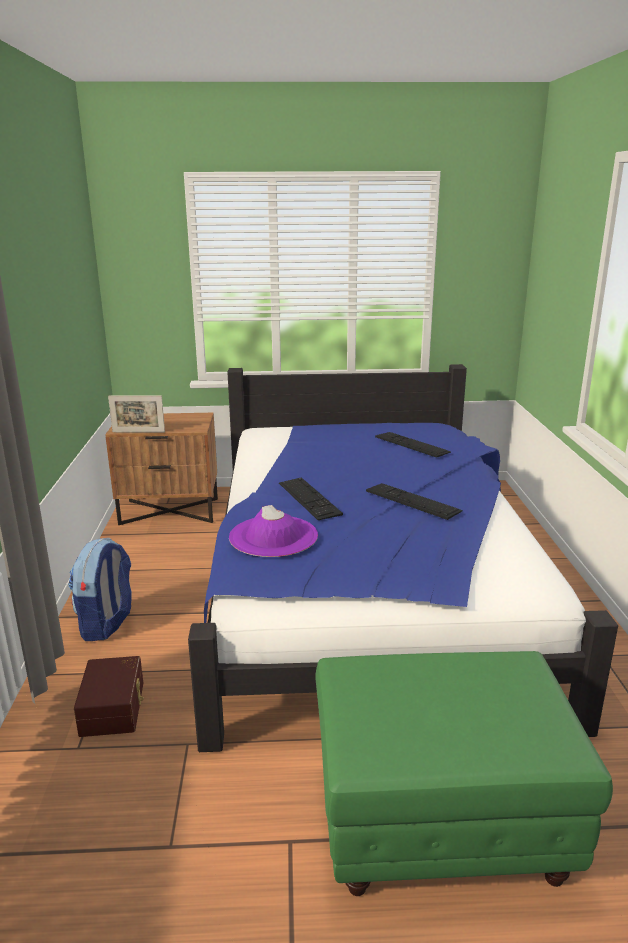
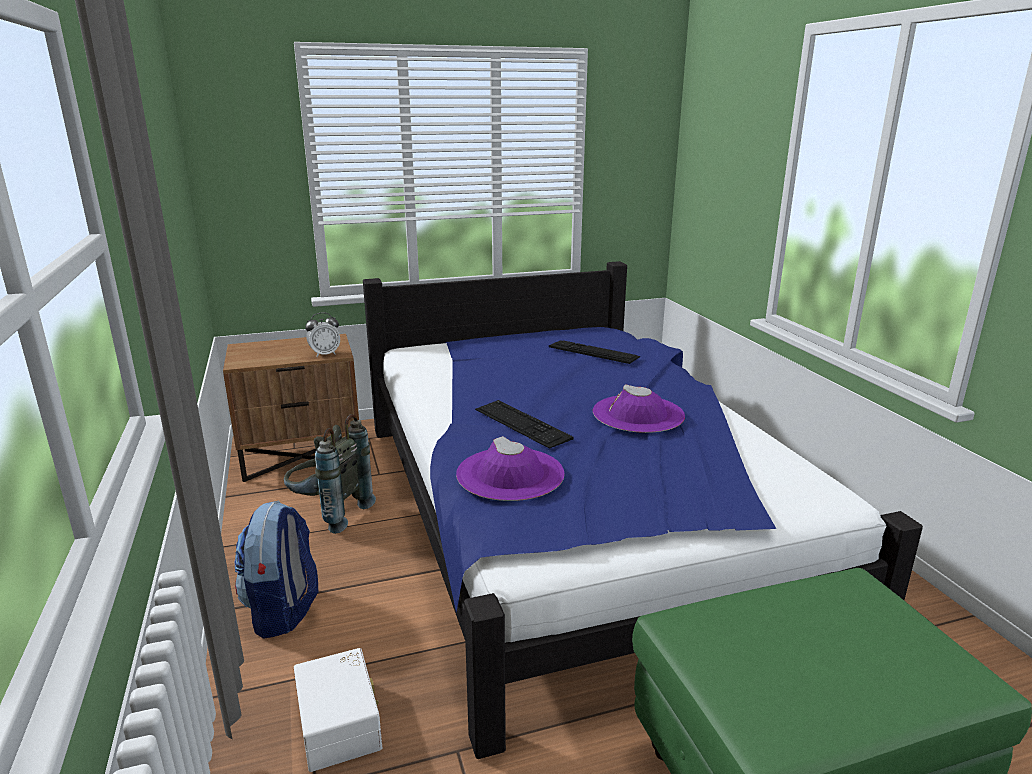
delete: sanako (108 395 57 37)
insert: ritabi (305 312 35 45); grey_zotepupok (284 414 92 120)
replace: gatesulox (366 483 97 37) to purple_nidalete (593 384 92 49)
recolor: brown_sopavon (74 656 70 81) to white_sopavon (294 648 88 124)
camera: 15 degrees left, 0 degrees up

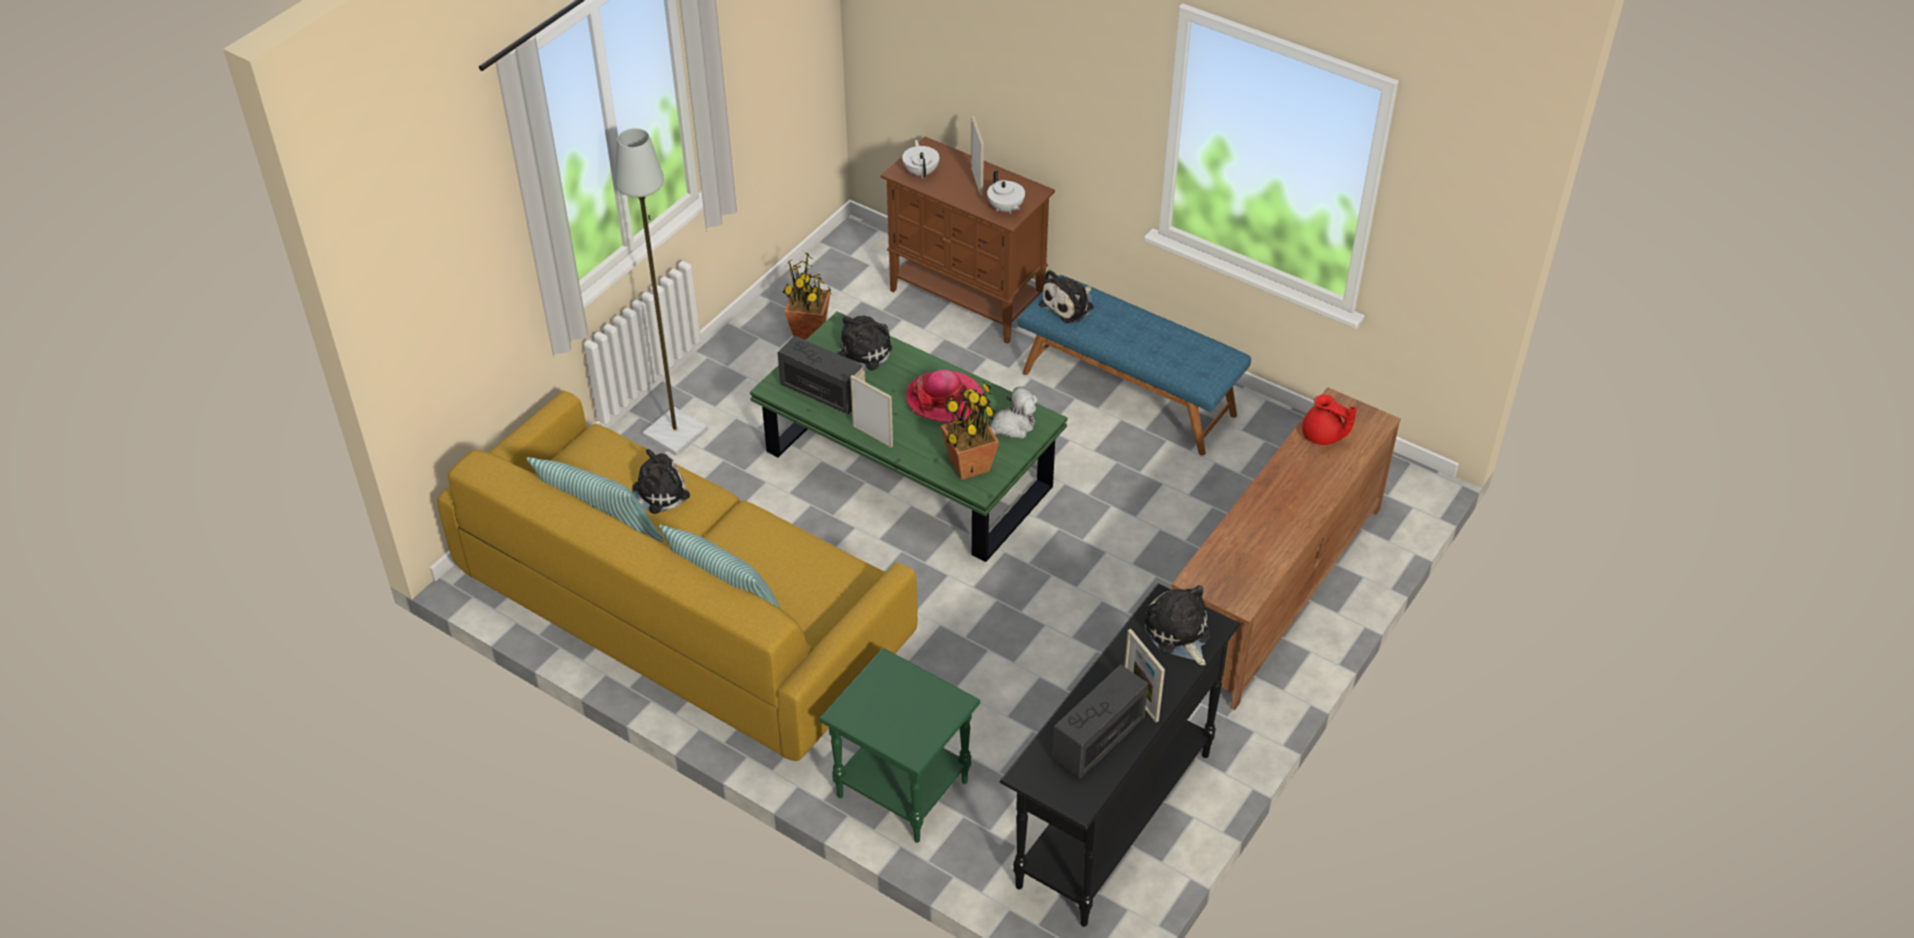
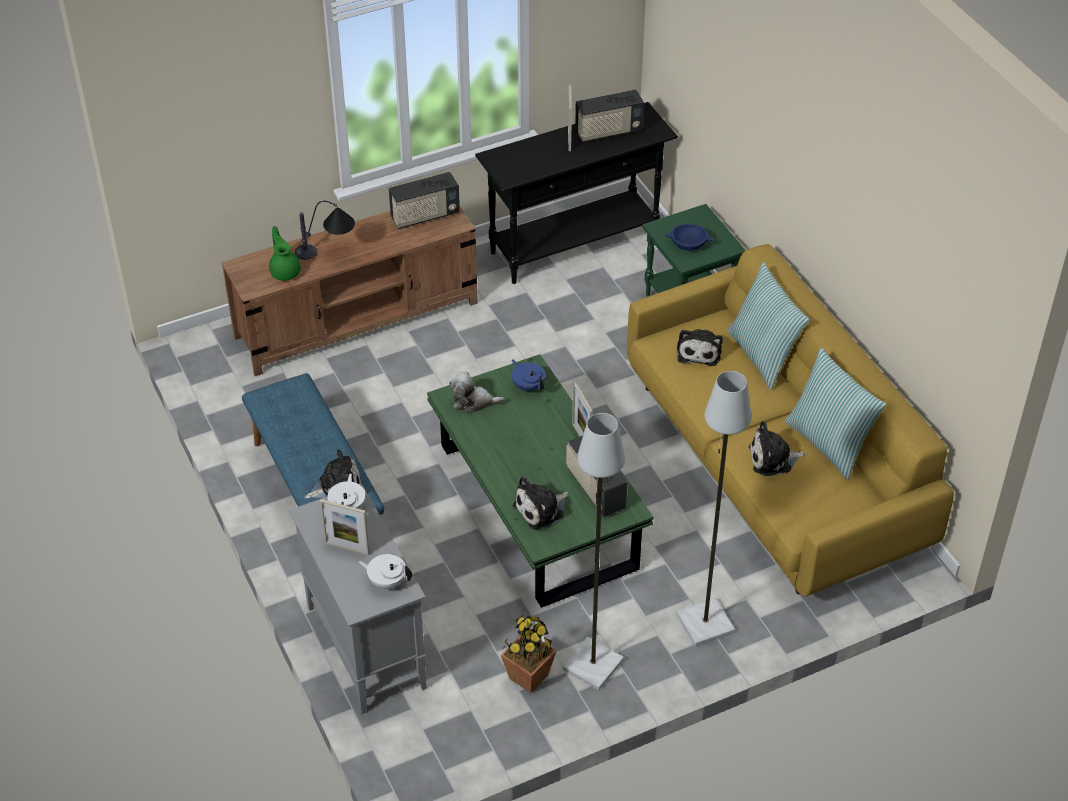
delete: nidalete (906 370 77 52)
insert: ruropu (389 172 71 57); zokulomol (295 201 60 59); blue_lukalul (664 224 51 27); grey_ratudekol (562 413 63 277)
move: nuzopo (1144 585 68 81) to (677 329 46 37)
replace: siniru (941 381 58 99) to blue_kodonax (512 359 33 32)
recolor: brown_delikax (881 137 174 207) to grey_delikax (289 484 138 230); red_kodonax (1302 395 55 50) to green_kodonax (269 226 32 55)
rotate: sanako (971 116 13 80) = (320 499 50 57) 90 degrees counterclockwise; white_kodonax (902 140 37 38) = (358 554 54 35) 90 degrees clockwise
camera: 150 degrees left, 0 degrees up

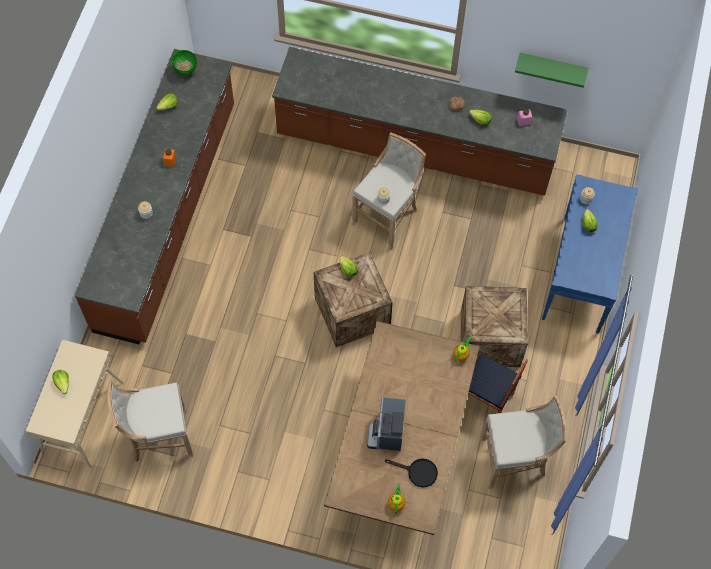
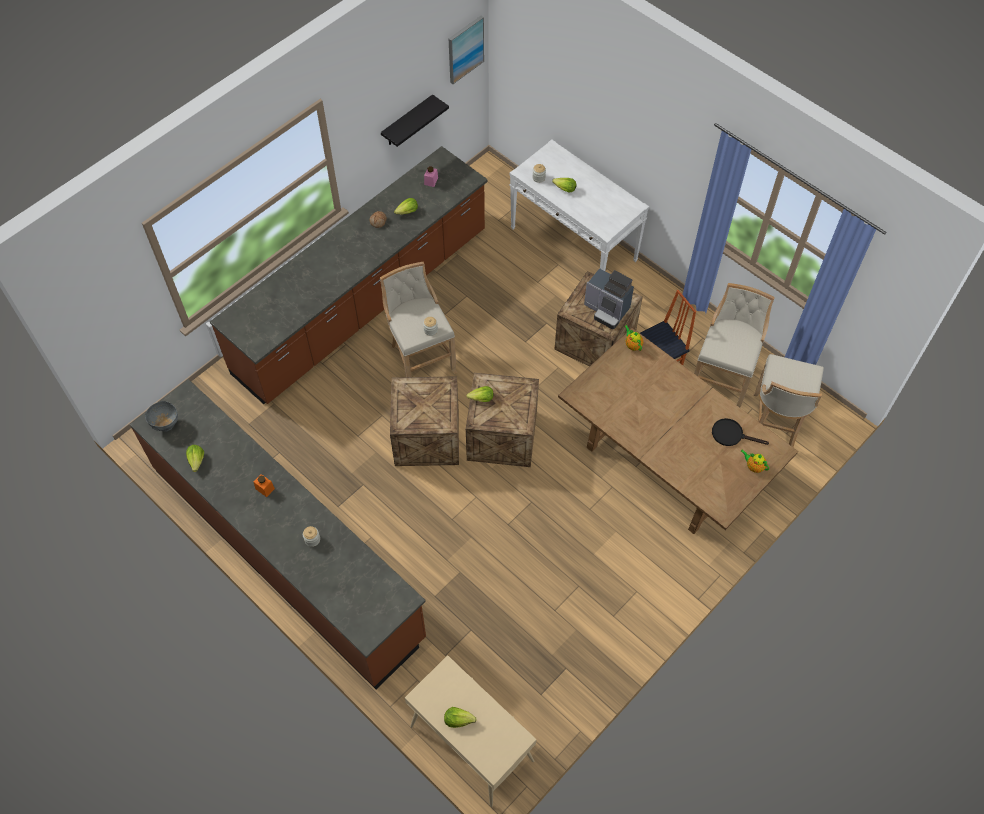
insert: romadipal (449 16 35 68); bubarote (390 376 69 90)
move: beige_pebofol (107 381 87 81) to (753 354 71 93); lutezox (367 396 39 55) to (584 268 50 61)
recolor: green_lukalul (172 50 25 26) to grey_lukalul (145 401 33 31); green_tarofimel (515 53 73 35) to black_tarofimel (381 94 68 53); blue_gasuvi (542 174 96 159) to white_gasuvi (509 139 140 132)
rotate: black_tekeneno (385 459 53 28) = (712 418 57 28) 120 degrees counterclockwise
camera: 60 degrees left, 5 degrees down

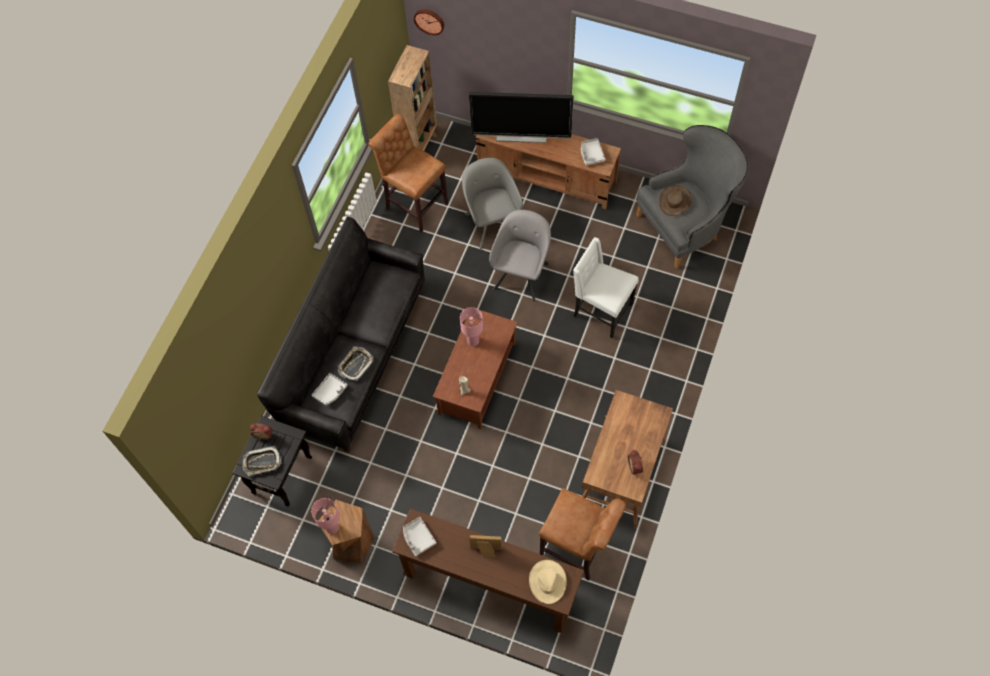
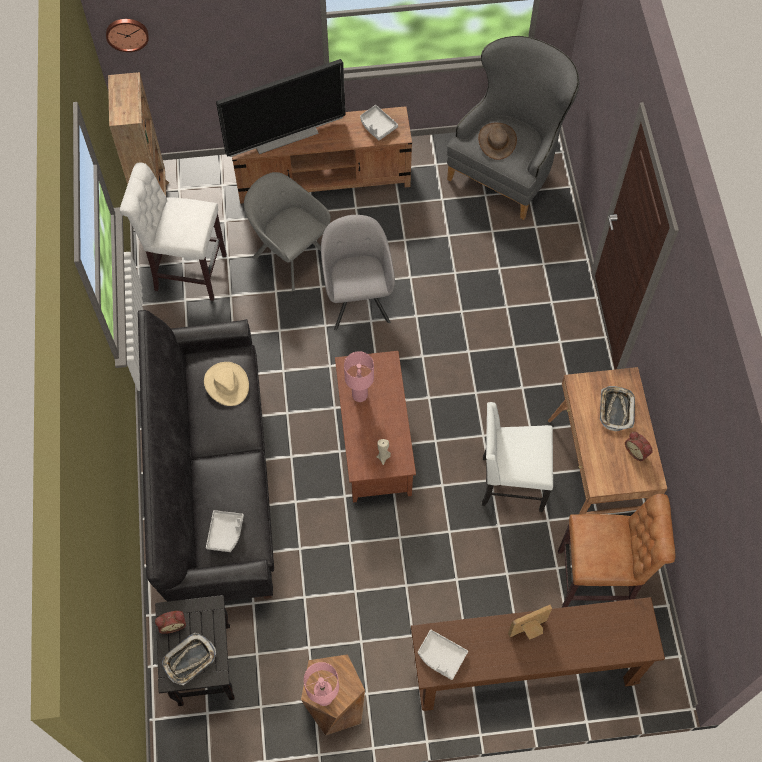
move: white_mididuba (573 237 66 101) to (482 402 71 110); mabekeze (338 347 36 34) to (600 386 35 45); beige_nidalete (529 560 38 44) to (204 362 45 44)
recolor: brown_pebofol (368 114 80 119) to white_pebofol (120 162 107 139)
camera: 30 degrees left, 0 degrees up

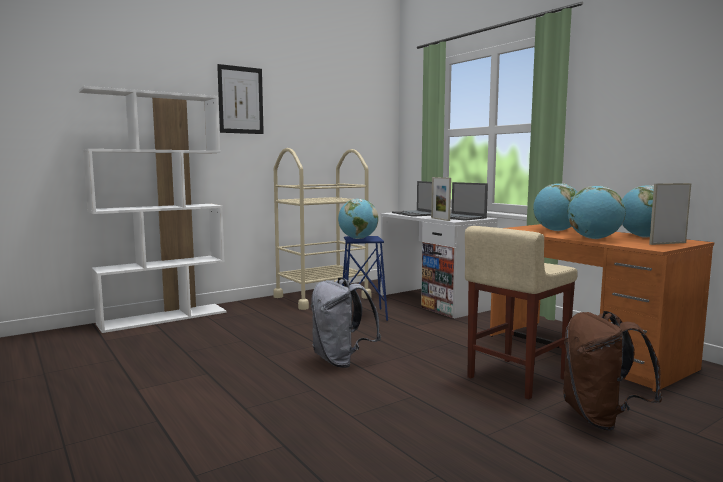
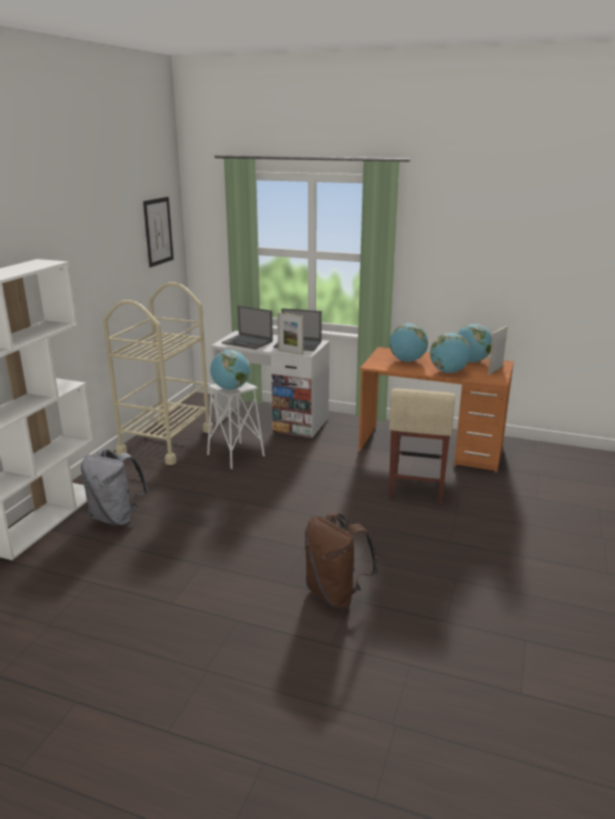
move: romadipal (217 64 47 70) to (143 197 31 70); grey_zotepupok (311 278 70 90) to (81 449 68 77); brown_zotepupok (562 311 101 120) to (305 512 74 97)
recolor: blue_pebofol (342 236 46 85) to white_pebofol (207 382 58 87)
camera: 35 degrees left, 15 degrees up

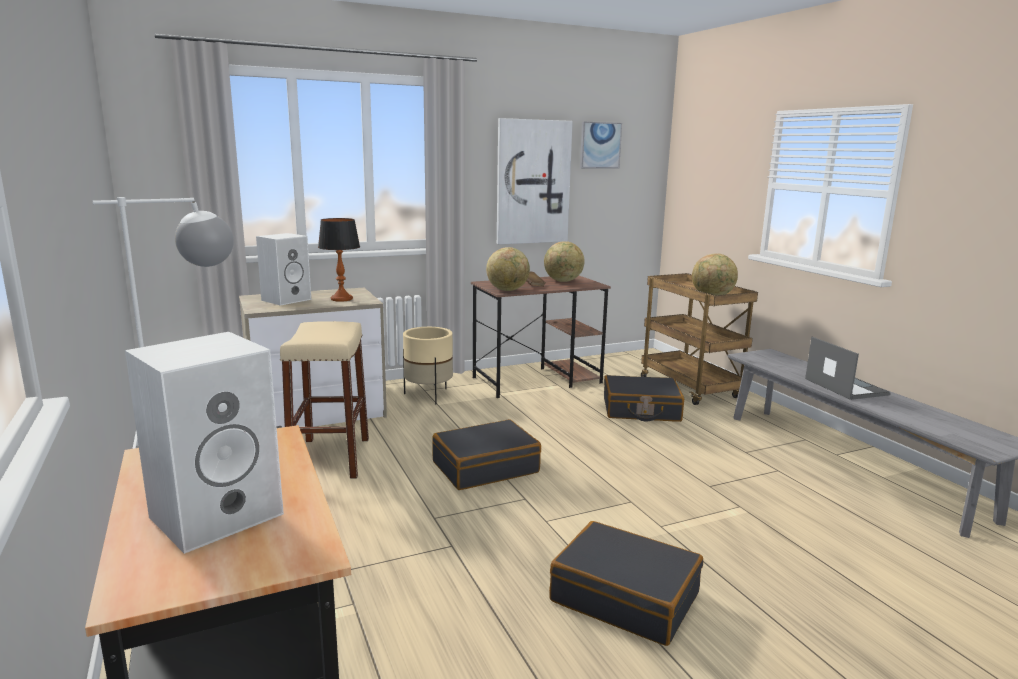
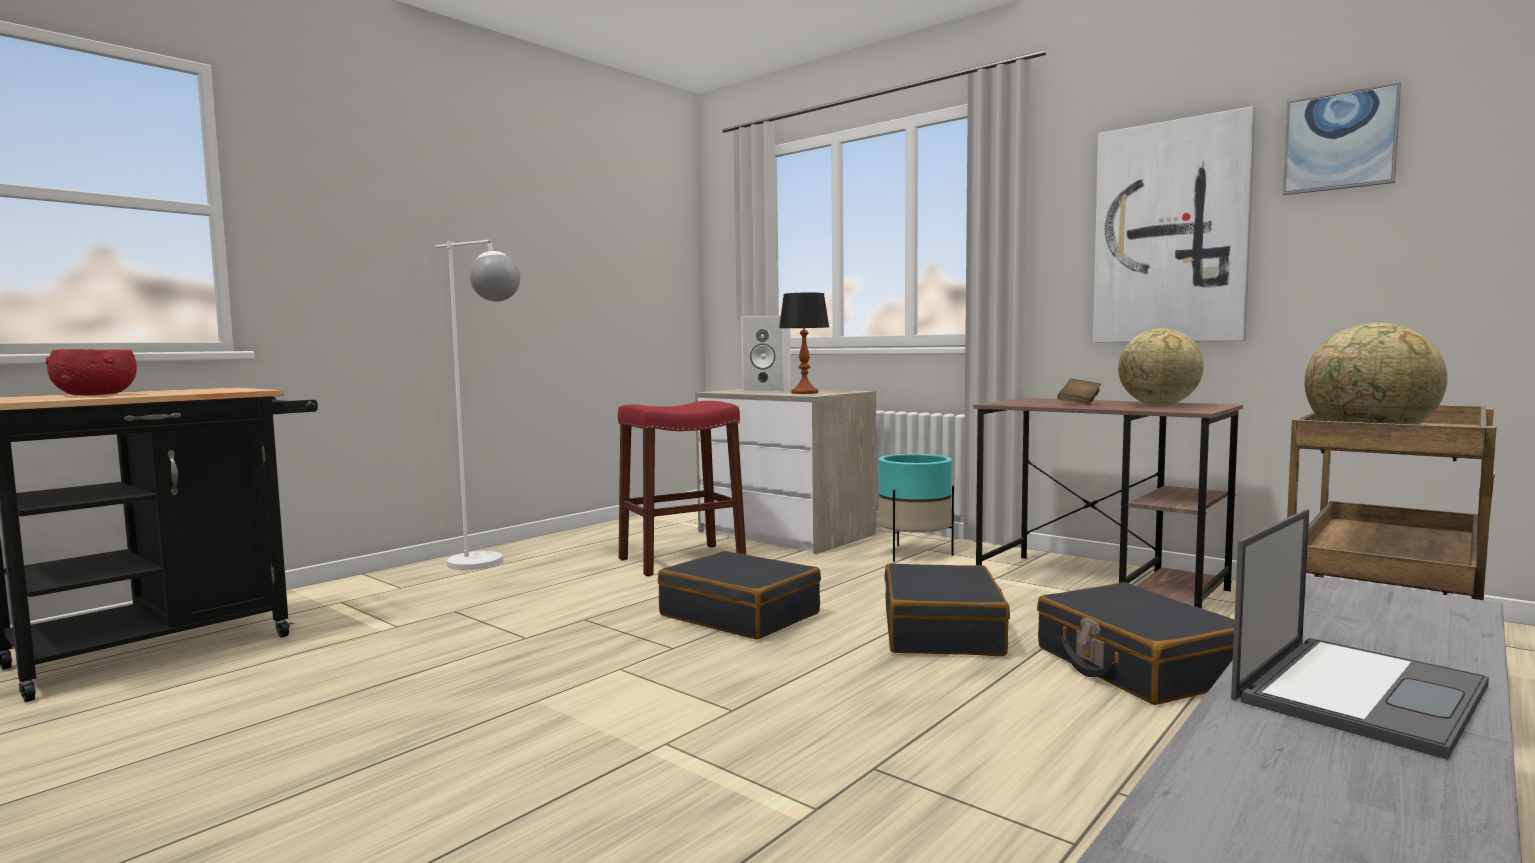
delete: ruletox (486 247 44 44)
move: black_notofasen (549 521 154 125) to (884 563 126 93)
replace: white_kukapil (125 332 159 222) to red_lukalul (46 349 91 47)
recolor: beige_pebofol (280 321 89 158) to red_pebofol (618 401 128 175); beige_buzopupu (403 327 50 77) to turquoise_buzopupu (878 454 76 108)
camera: 65 degrees right, 10 degrees down

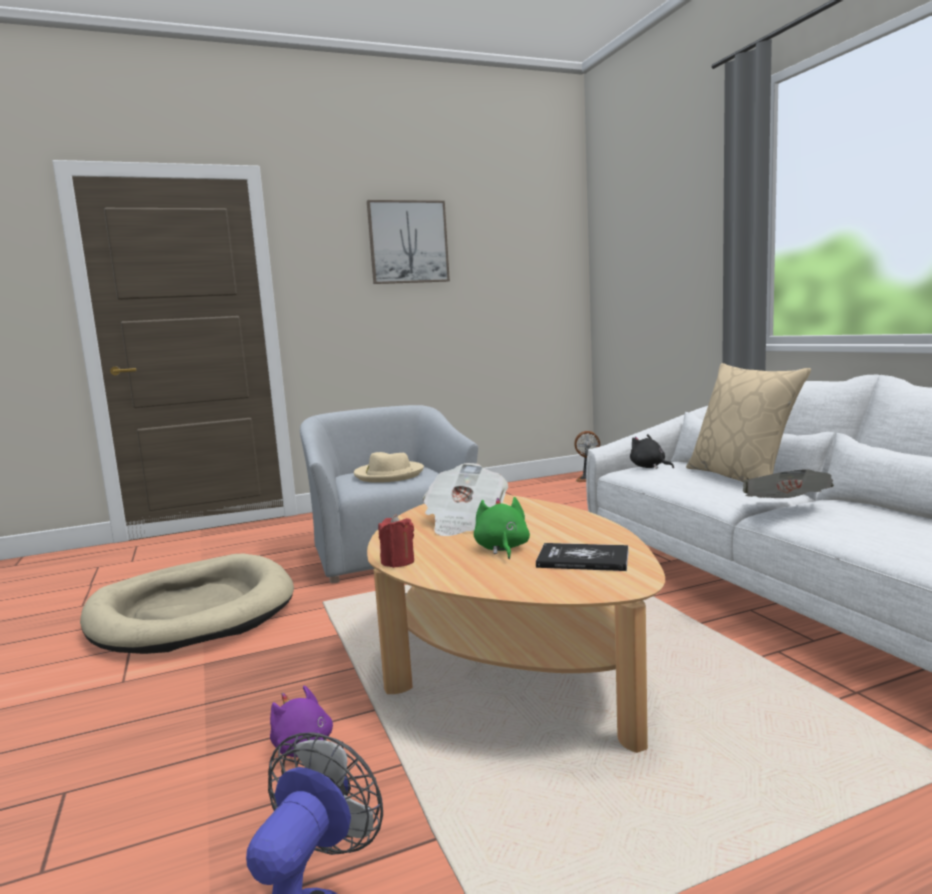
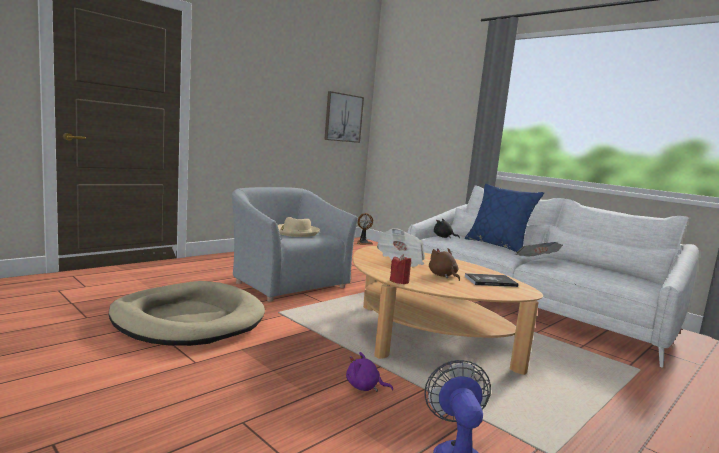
move: romadipal (367 200 83 84) to (324 91 40 52)
recolor: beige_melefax (686 363 125 119) to blue_melefax (465 184 79 68); green_nuzopo (474 497 56 62) to brown_nuzopo (429 248 31 33)
camera: 25 degrees left, 0 degrees up

